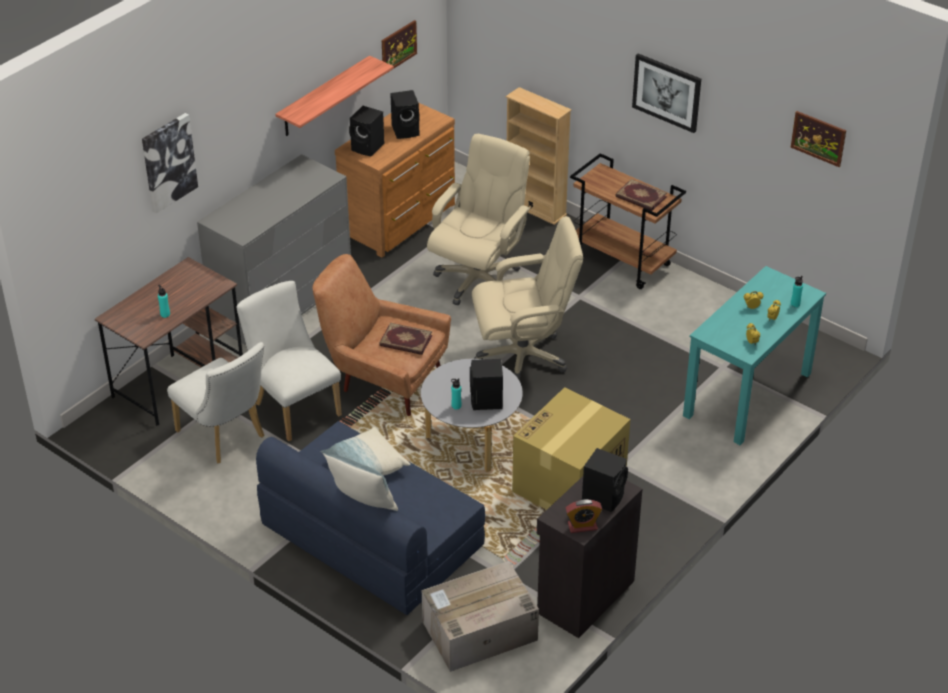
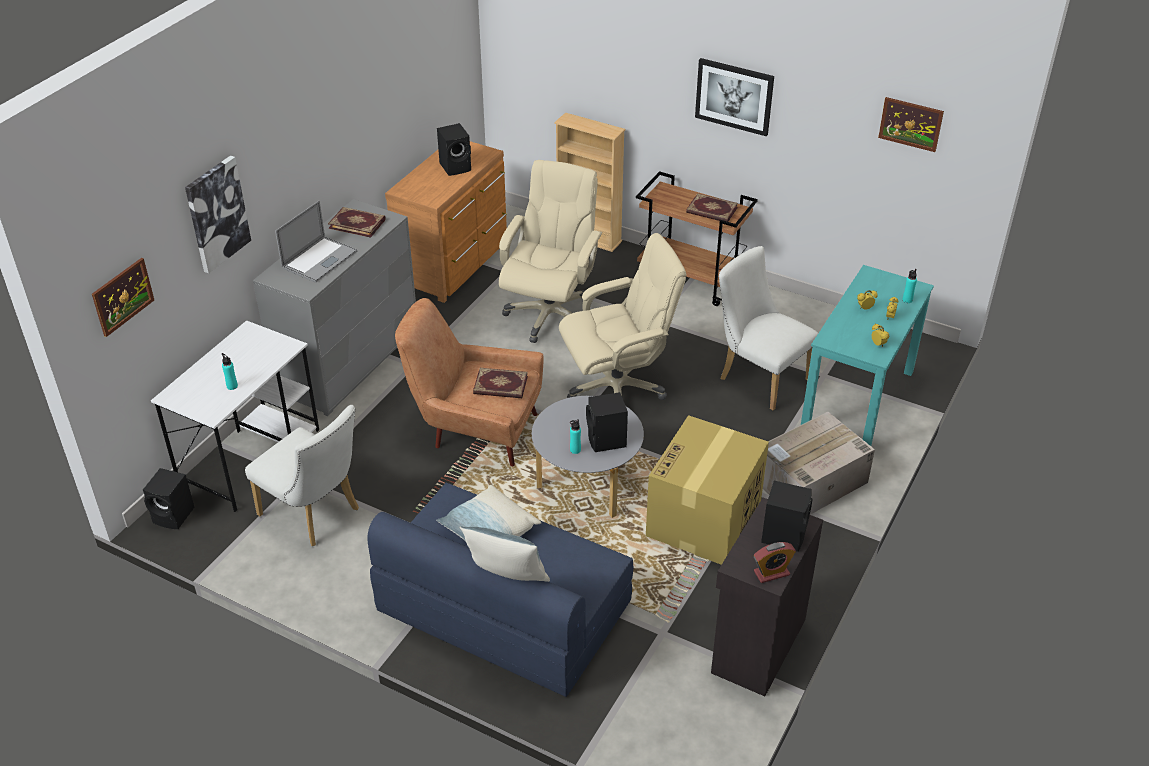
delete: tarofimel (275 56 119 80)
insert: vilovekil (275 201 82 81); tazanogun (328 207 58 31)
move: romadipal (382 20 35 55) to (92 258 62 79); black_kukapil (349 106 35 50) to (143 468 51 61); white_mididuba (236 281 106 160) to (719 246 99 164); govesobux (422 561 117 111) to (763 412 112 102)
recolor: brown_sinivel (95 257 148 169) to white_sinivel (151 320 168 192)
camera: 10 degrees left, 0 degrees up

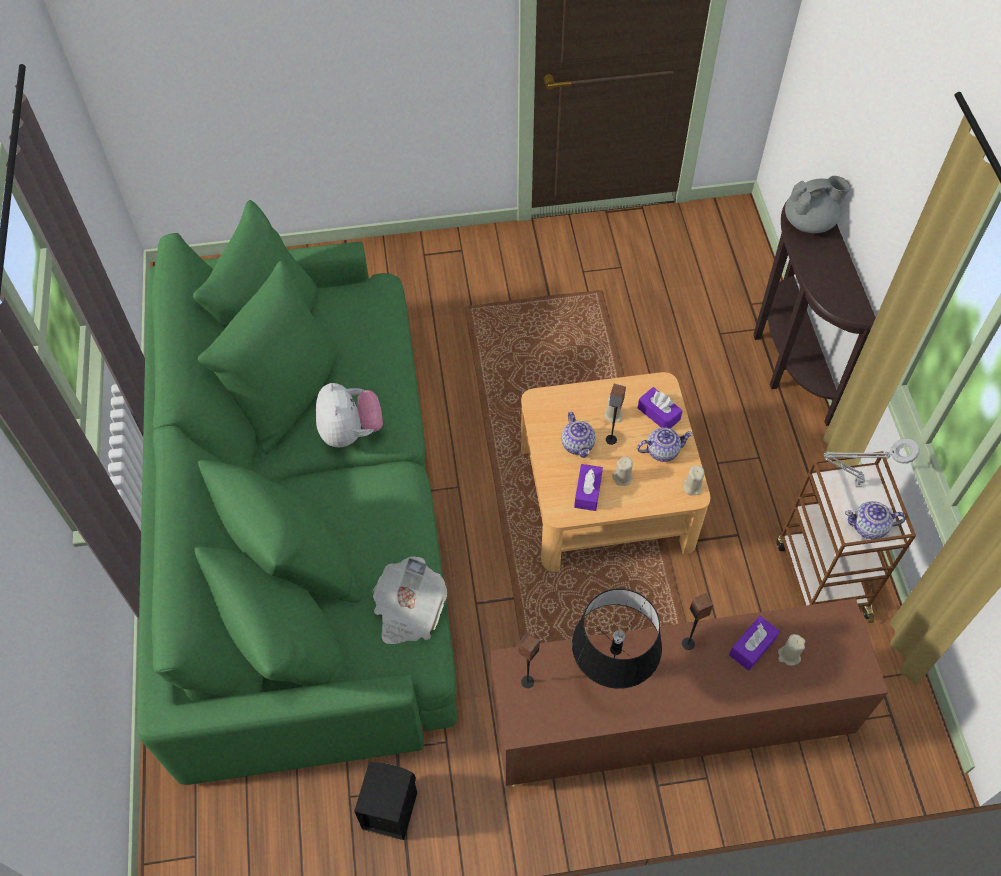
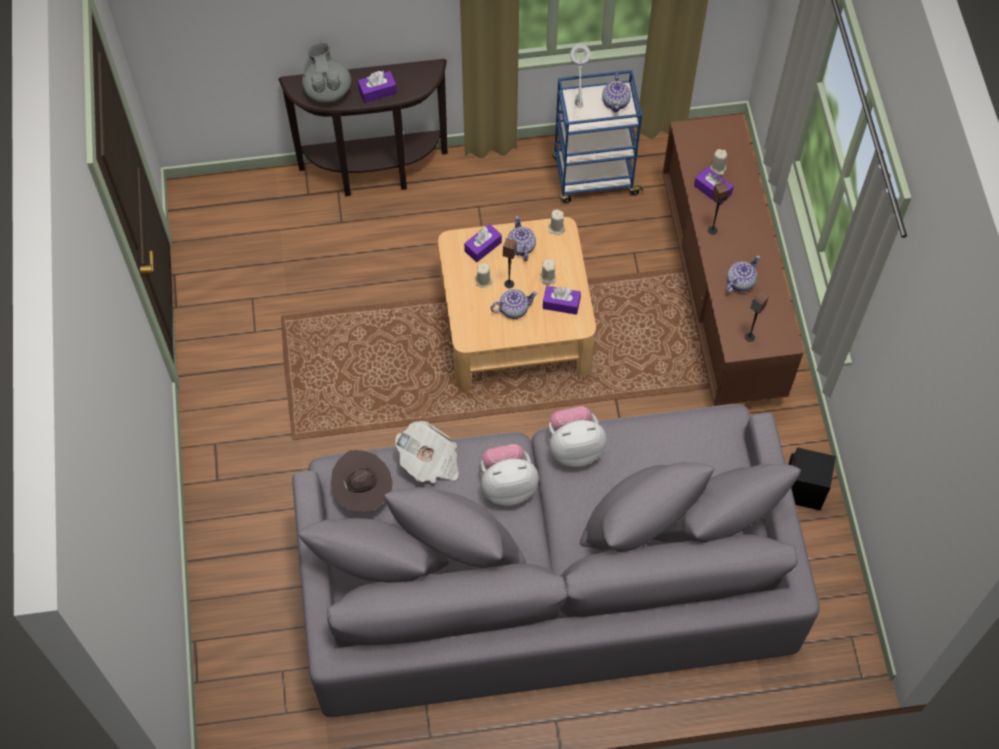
insert: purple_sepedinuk (358 70 39 33); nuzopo (549 406 58 61); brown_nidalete (331 450 61 62)
move: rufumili (372 556 75 88) to (395 421 63 62)
replace: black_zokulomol (572 589 90 100) to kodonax (726 255 34 38)
recolor: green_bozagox (137 200 320 585) to grey_bozagox (292 404 528 313); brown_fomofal (776 451 140 172) to blue_fomofal (552 70 91 133)
camera: 90 degrees left, 5 degrees up

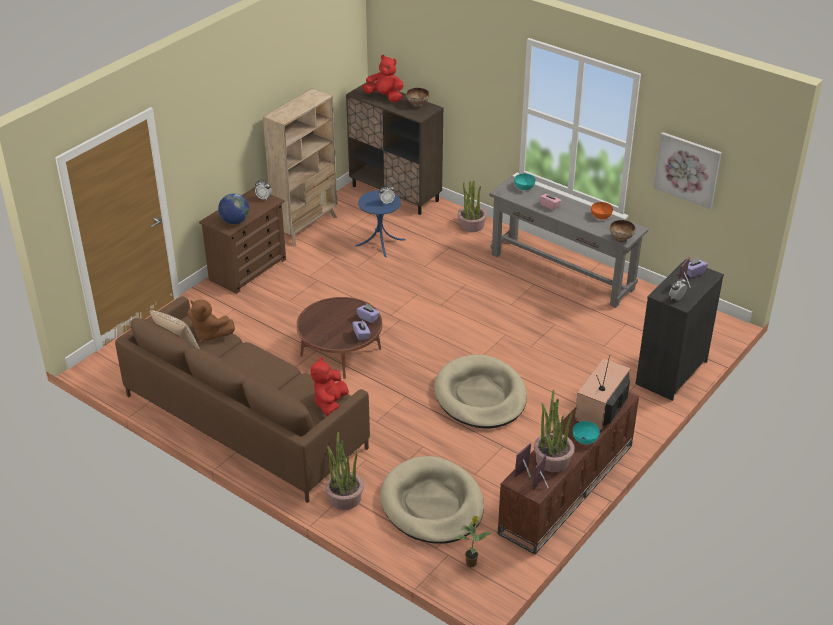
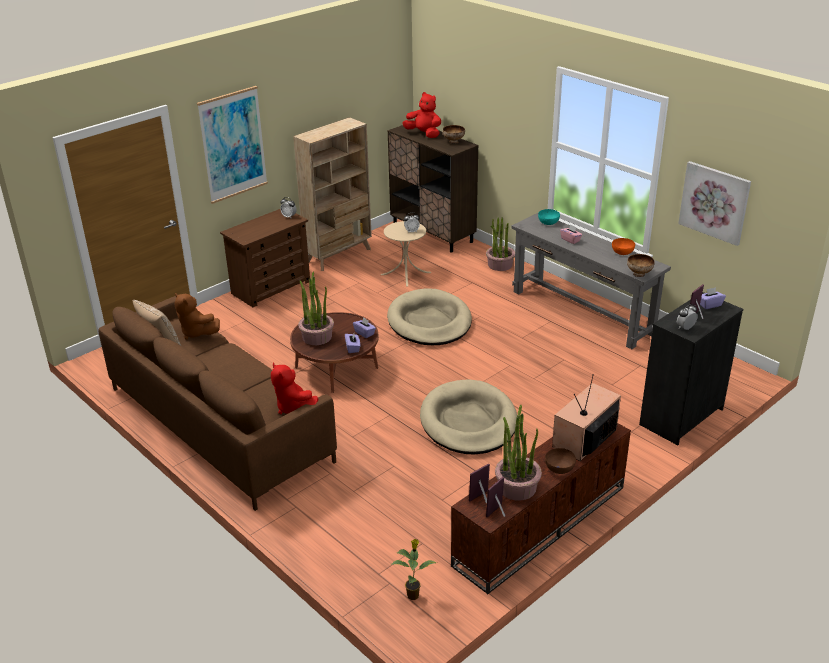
delete: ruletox (218 193 31 31)
insert: romadipal (197 86 71 118)
move: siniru (325 432 39 78) to (298 272 36 73); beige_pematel (380 456 104 88) to (387 288 85 57)
recolor: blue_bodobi (355 190 51 67) to beige_bodobi (381 221 50 66); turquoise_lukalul (573 421 27 23) to brown_lukalul (545 448 31 26)
rotate: red_nuzopo (310 357 39 59) = (271 363 47 51) 60 degrees counterclockwise
camera: 10 degrees right, 5 degrees down

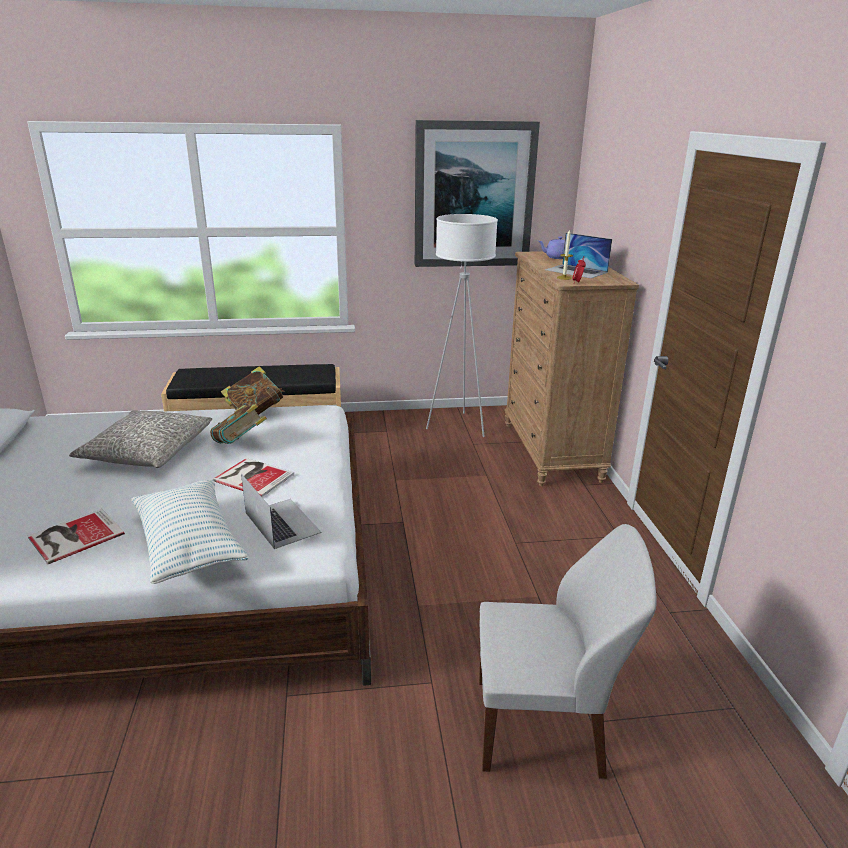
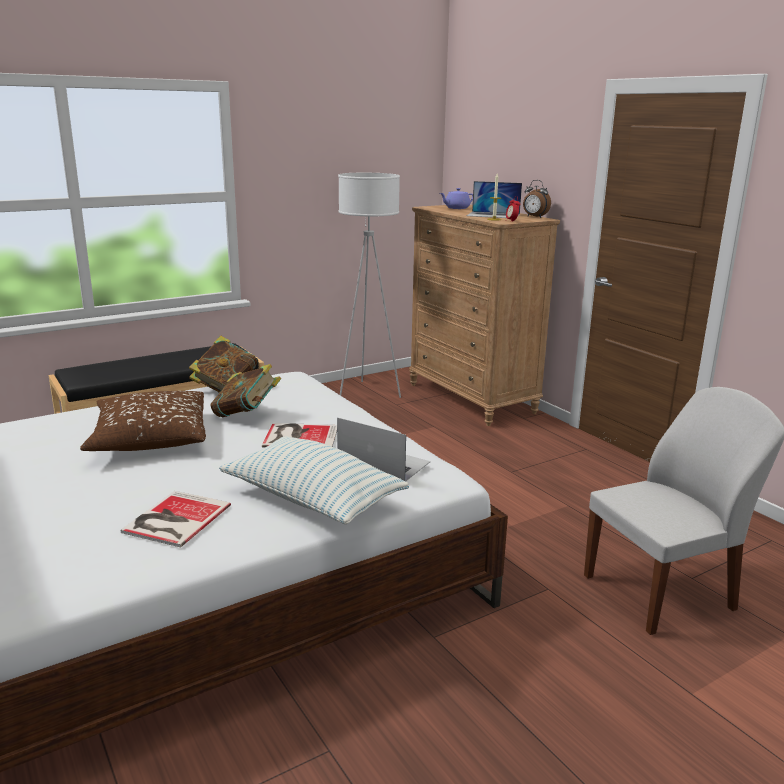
delete: romadipal (415 120 125 147)
insert: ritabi (523 180 28 38)
recolor: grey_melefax (69 410 143 58) to brown_melefax (80 391 126 60)
camera: 25 degrees left, 5 degrees down

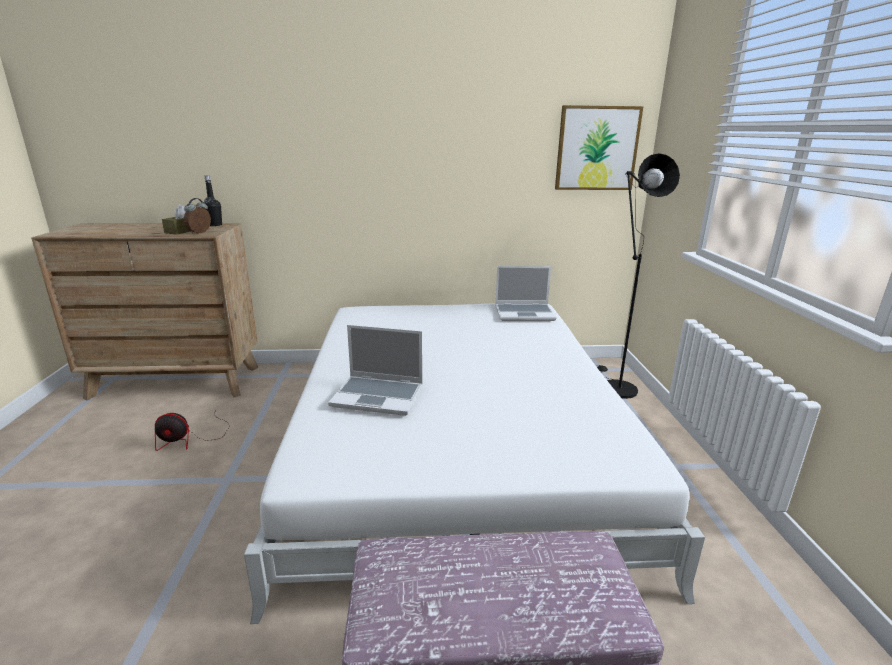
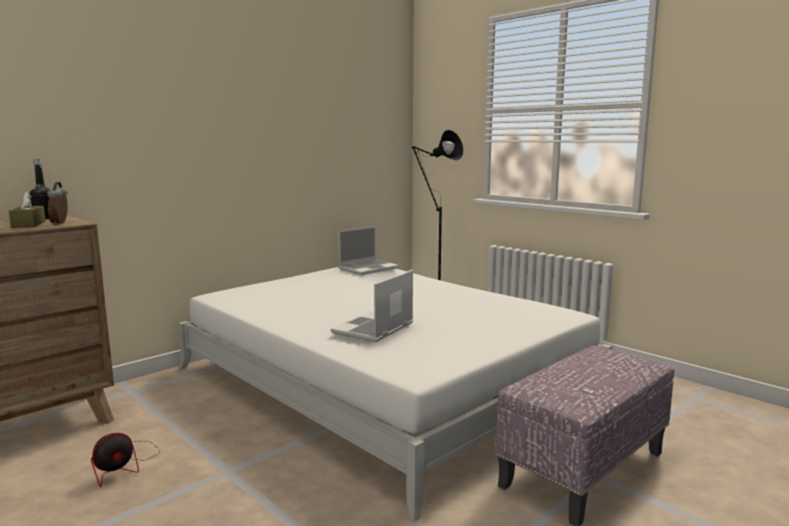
delete: romadipal (555 105 89 85)
rotate: vilovekil (328 325 95 91) = (331 270 82 72) 150 degrees clockwise
camera: 40 degrees left, 10 degrees down

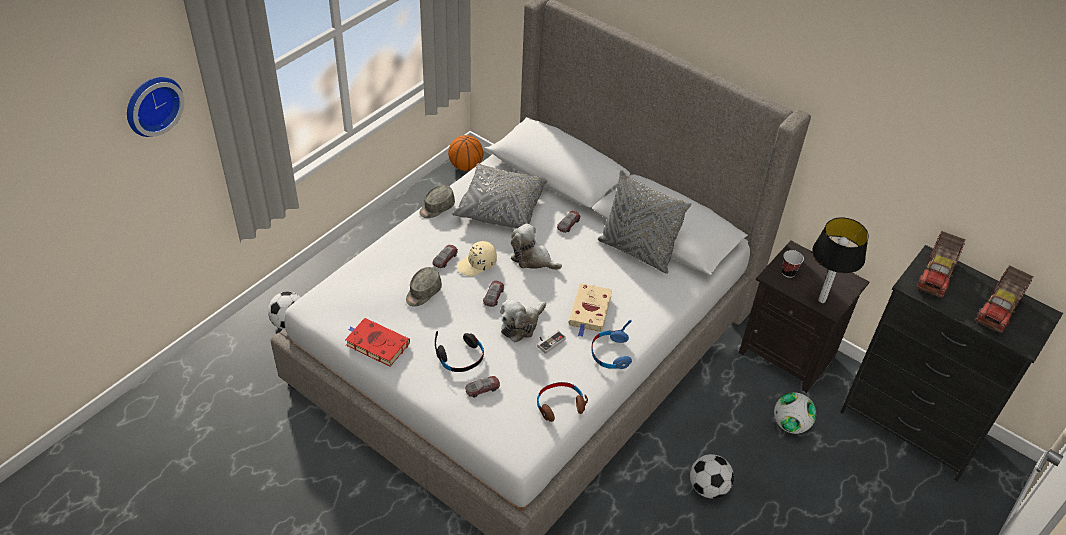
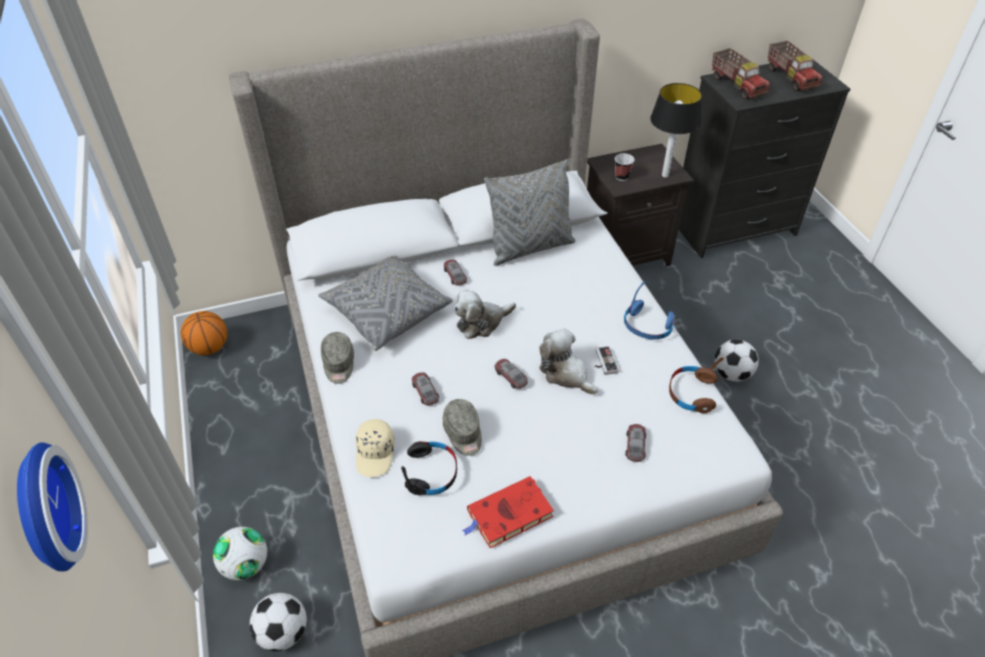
delete: beige_tazanogun (568 283 44 54)
move: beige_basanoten (457 241 40 35) to (356 419 39 58); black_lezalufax (435 331 49 41) to (401 441 56 54); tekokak (774 393 42 41) to (213 527 54 53)
rotate: nuzopo (500 300 46 42) = (539 328 59 67) 150 degrees clockwise
camera: 55 degrees left, 0 degrees up

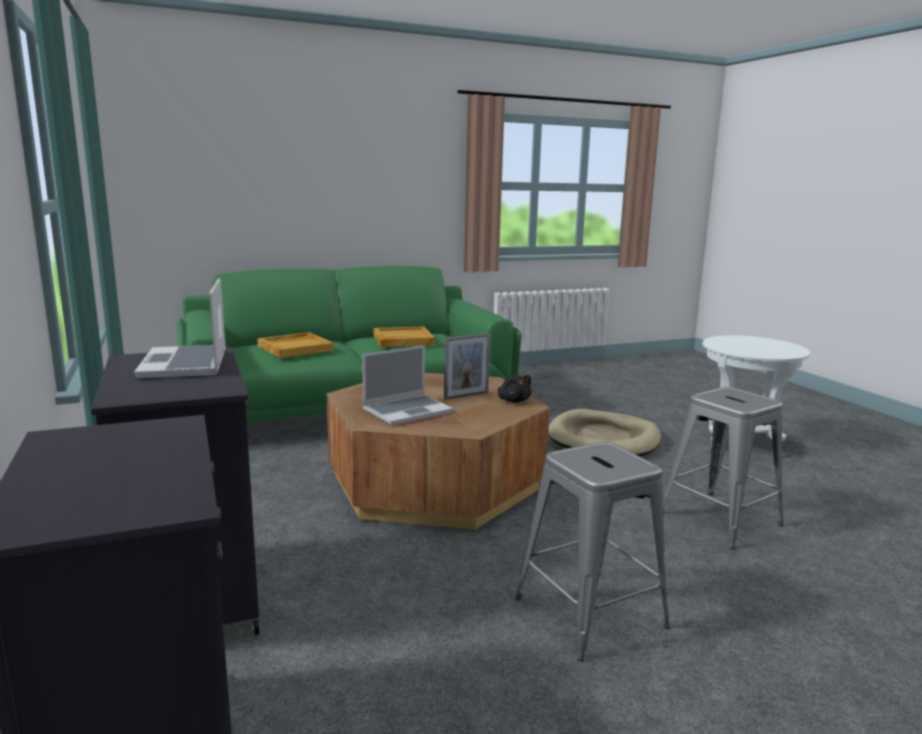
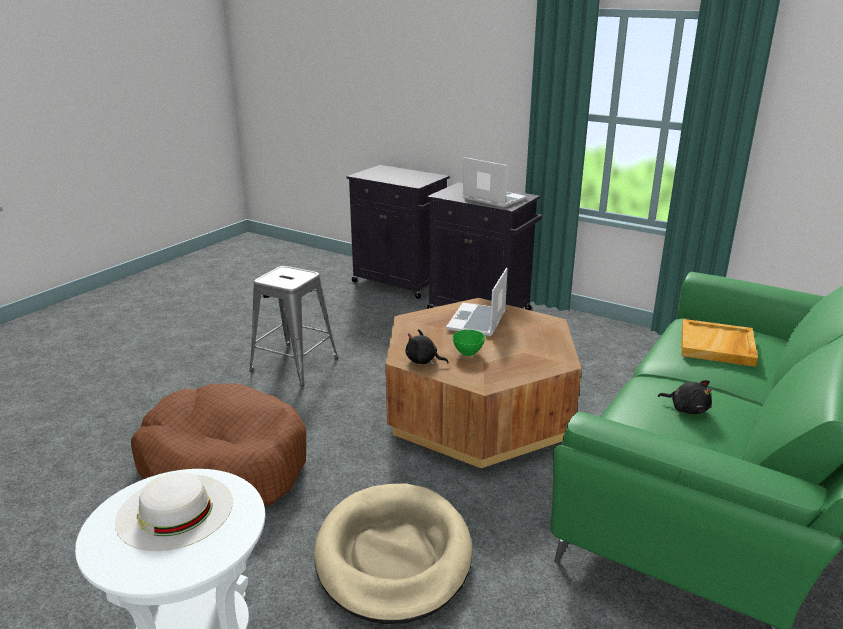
insert: white_nidalete (115 472 118 79)
replace: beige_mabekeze (373 326 62 21) to black_nuzopo (658 380 54 34); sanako (444 333 46 67) to green_lukalul (453 329 32 27); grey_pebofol (663 387 120 162) to brown_pematel (131 383 175 123)
camera: 145 degrees right, 10 degrees up

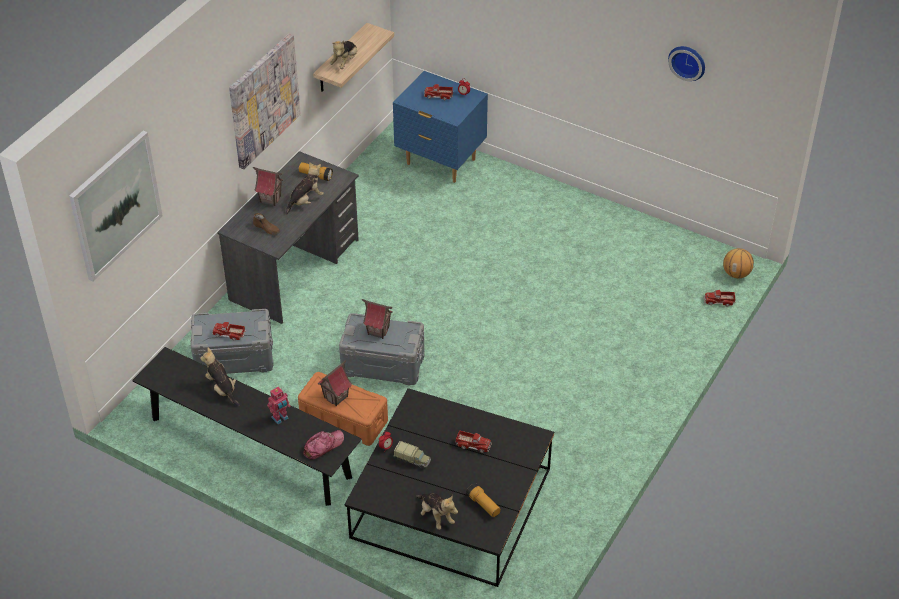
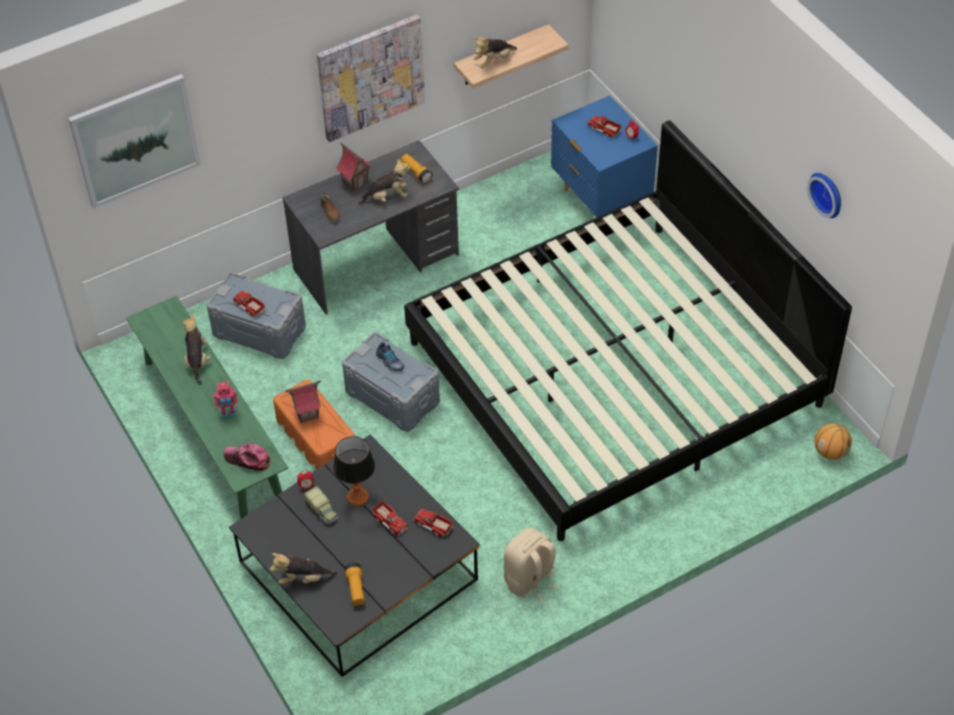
insert: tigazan (404 120 448 421); zokulomol (333 436 42 70); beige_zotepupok (504 527 56 77)
move: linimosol (704 290 31 16) to (413 509 40 28)
replace: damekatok (362 299 31 40) to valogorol (376 342 28 29)
recolor: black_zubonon (132 347 229 159) to green_zubonon (126 296 162 223)
rotate: basanoten (303 430 41 30) = (224 443 46 28) 150 degrees counterclockwise; nuzopo (416 493 42 37) = (270 553 68 32) 90 degrees clockwise
camera: 30 degrees right, 5 degrees up

